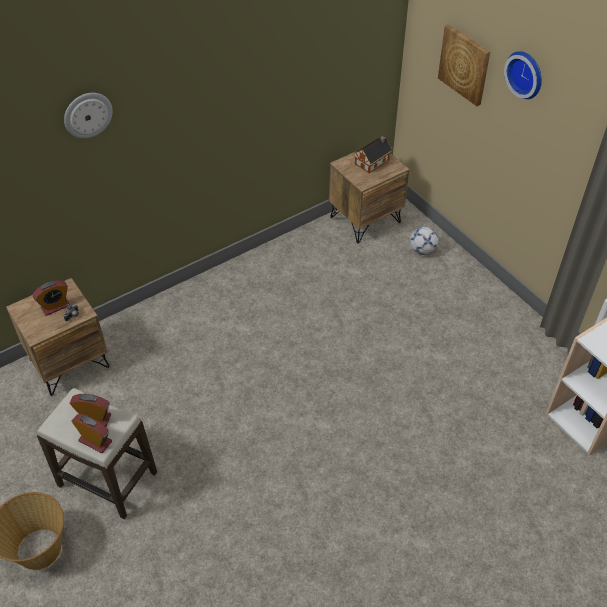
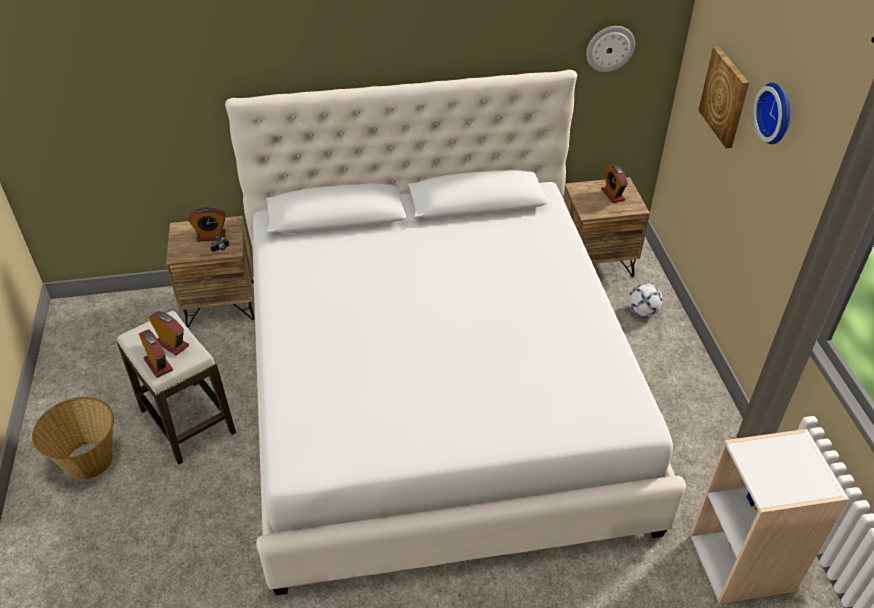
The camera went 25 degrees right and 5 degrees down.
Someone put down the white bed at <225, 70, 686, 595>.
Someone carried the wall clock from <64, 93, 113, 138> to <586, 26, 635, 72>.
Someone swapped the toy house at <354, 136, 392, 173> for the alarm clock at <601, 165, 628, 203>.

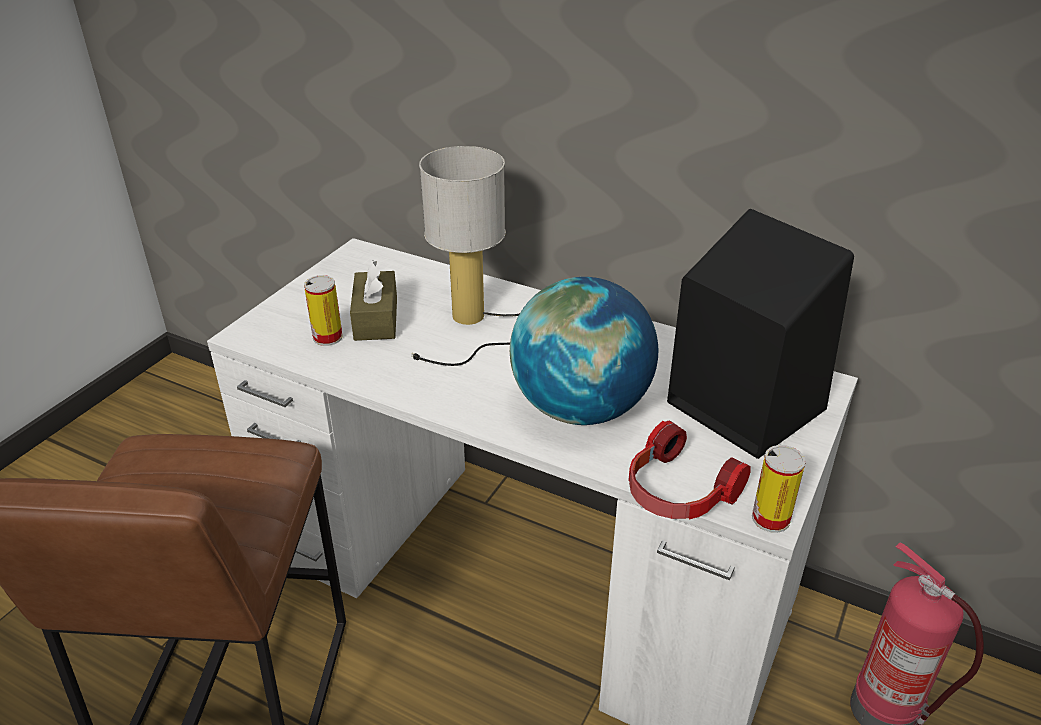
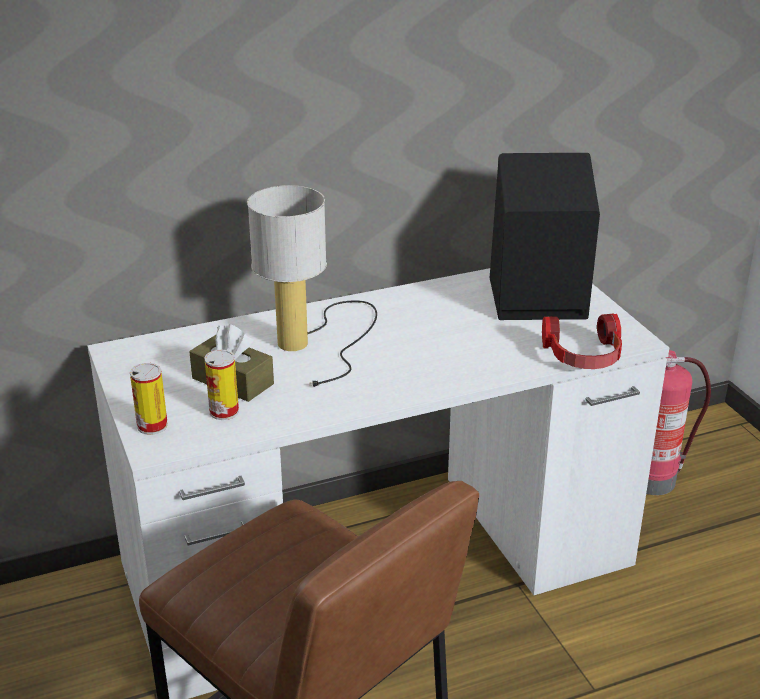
The camera went 50 degrees left and 5 degrees down.
Someone took away the globe at <510, 277, 658, 425>.
Someone carried the can from <752, 445, 806, 533> to <130, 363, 168, 435>.

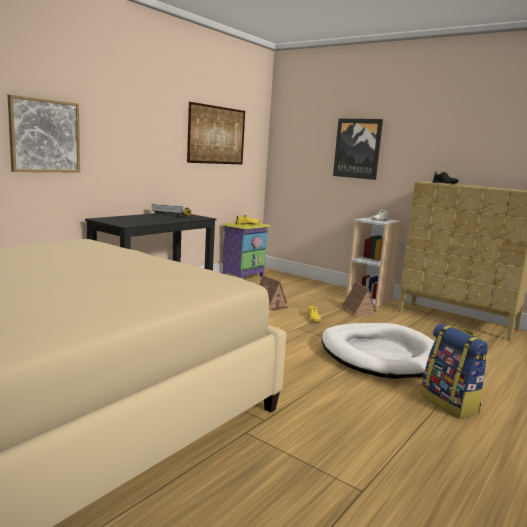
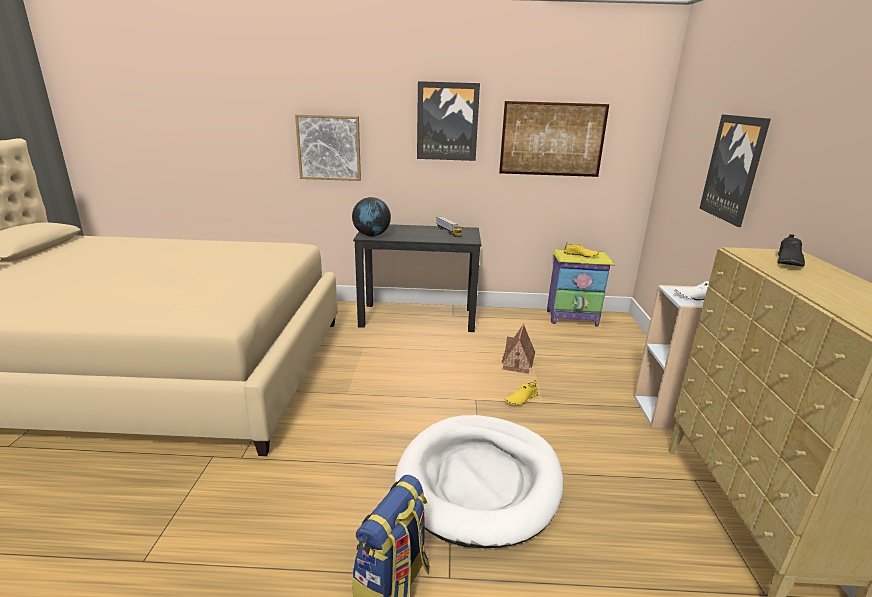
The camera went 55 degrees right and 10 degrees up.
Someone took away the toy house at <342, 282, 376, 316>.
Someone put down the globe at <352, 197, 391, 237>.
Someone put up the picture at <417, 81, 480, 161>.

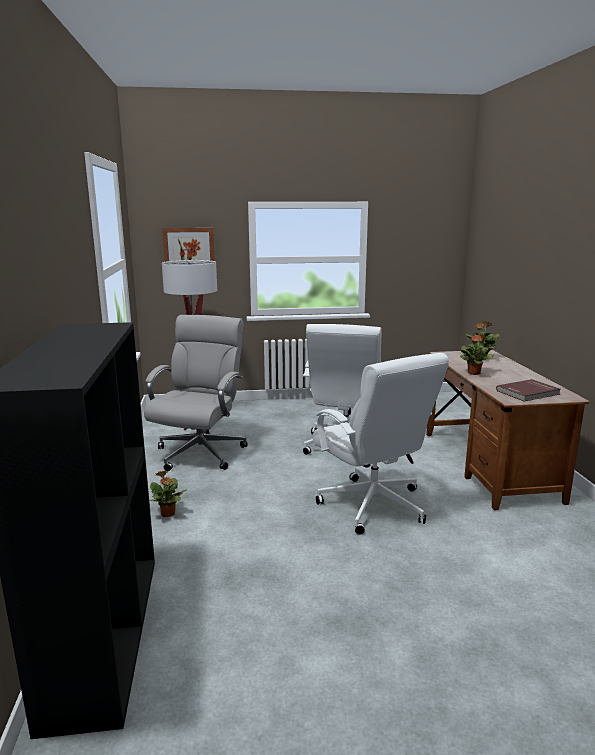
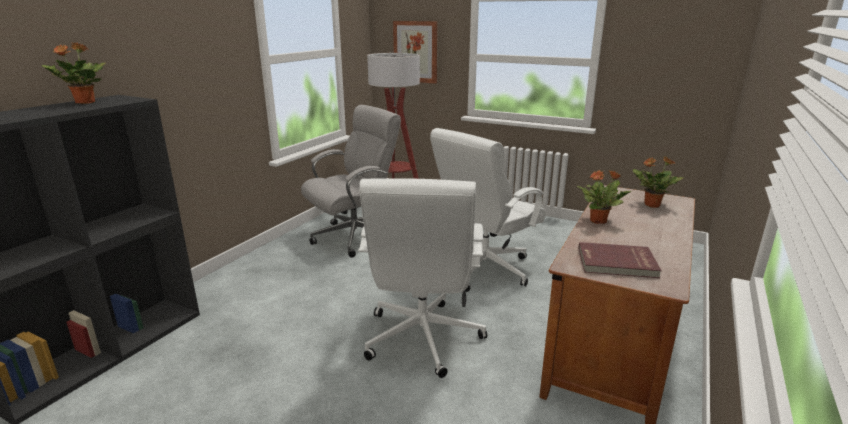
The camera went 35 degrees right and 5 degrees up.
Someone carried the potted plant from <150, 471, 187, 517> to <41, 43, 105, 104>.

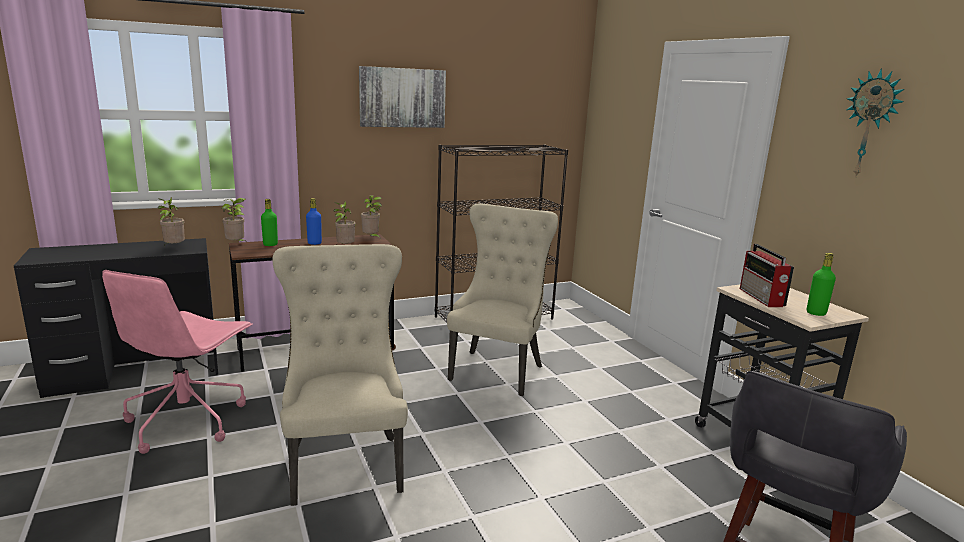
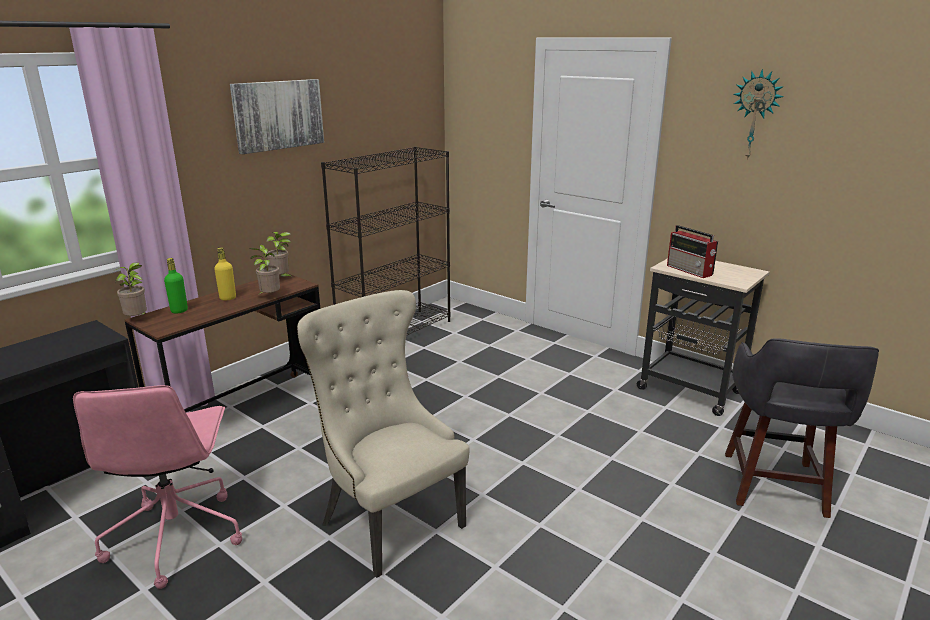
The camera went 25 degrees left and 5 degrees up.
Someone took away the potted plant at <158, 197, 185, 246>.
Someone took away the beige chair at <447, 204, 558, 396>.
Someone took away the green bottle at <807, 253, 836, 316>.
Someone repainted the blue bottle at <306, 198, 322, 245>, which became the yellow bottle at <214, 247, 236, 300>.

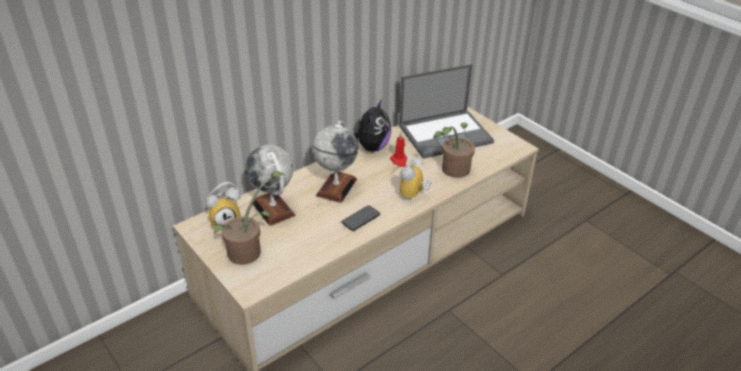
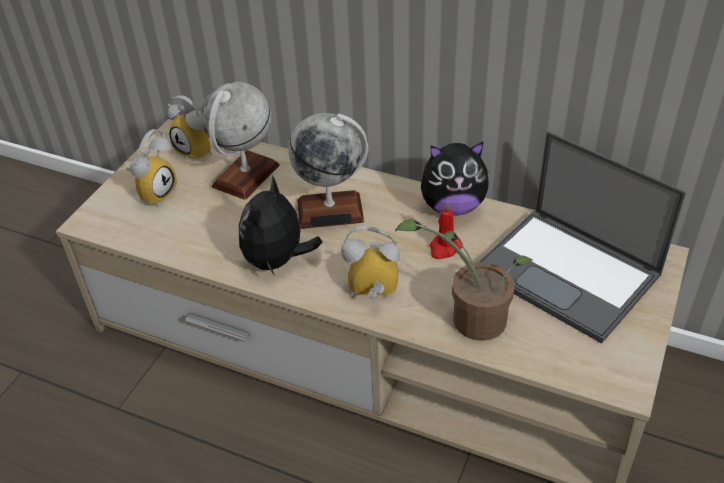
The camera went 65 degrees right and 5 degrees up.
Someone swapped the potted plant at <214, 171, 285, 265> for the alarm clock at <126, 129, 177, 206>.
Someone swapped the phone at <342, 205, 380, 231> for the plush toy at <239, 175, 323, 276>.

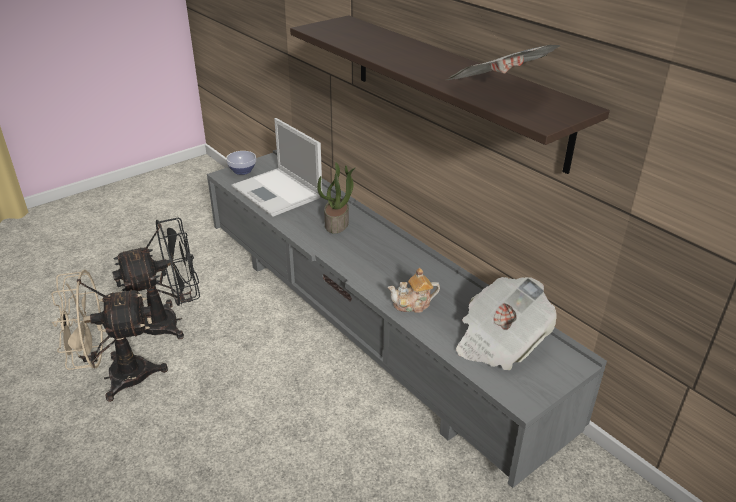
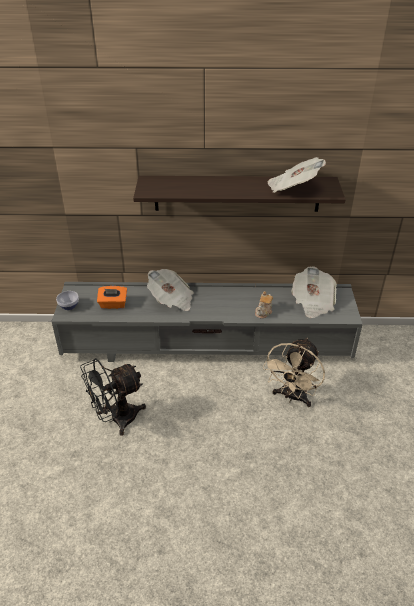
The camera went 50 degrees left and 5 degrees up.
Someone carried the beige fan from <51, 270, 168, 402> to <262, 338, 325, 407>.
Someone swapped the laptop at <231, 118, 322, 217> for the orange tissue box at <97, 286, 127, 309>.
Someone swapped the potted plant at <317, 162, 355, 234> for the newspaper at <147, 269, 193, 311>.
Someone rotated the black fan at <112, 218, 200, 339> by 135 degrees counterclockwise.

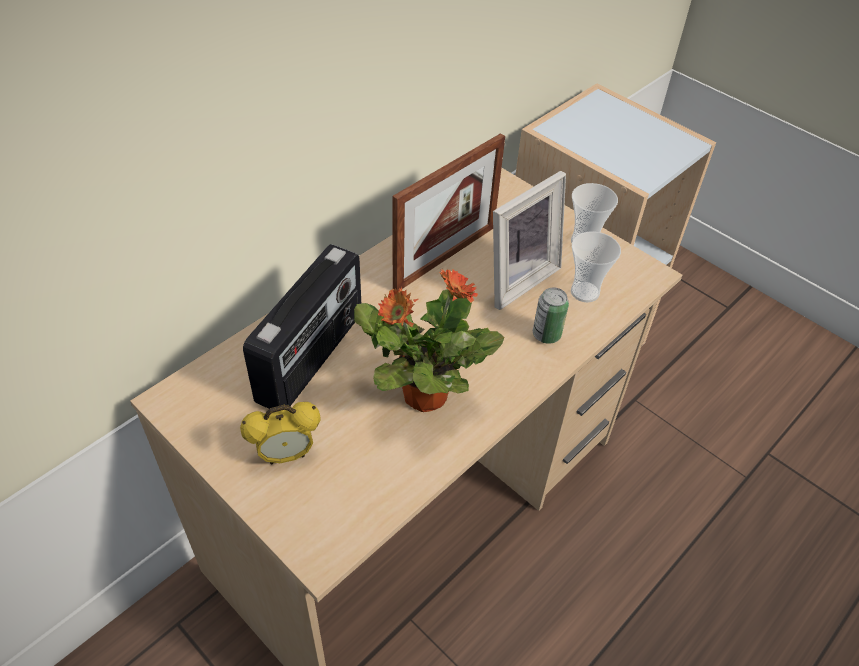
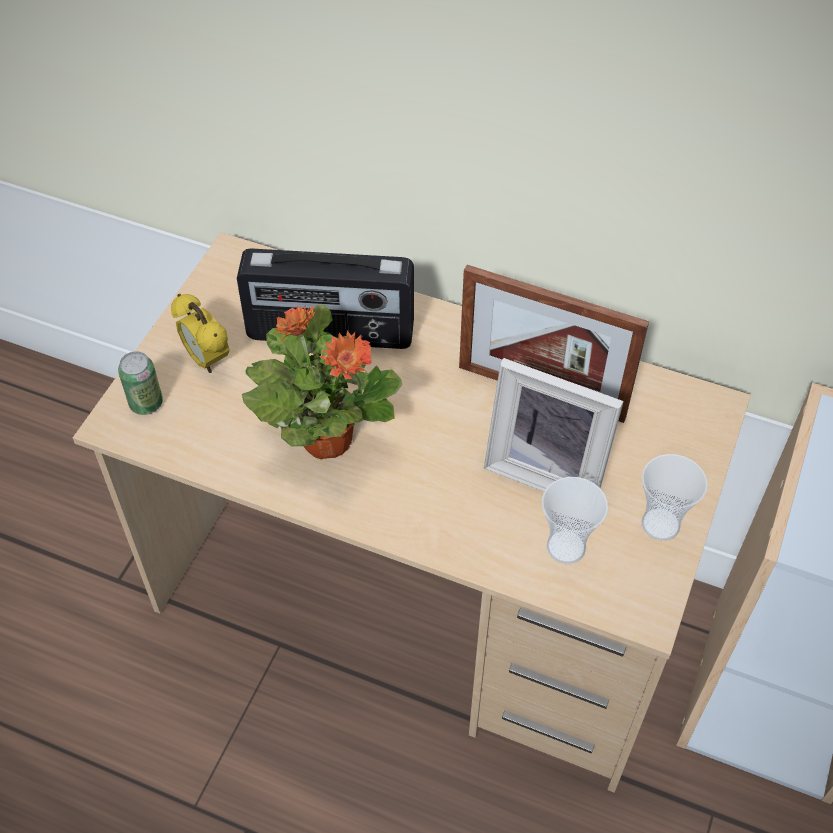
The camera went 70 degrees right and 5 degrees up.
Someone carried the can from <533, 287, 569, 344> to <118, 352, 163, 415>.

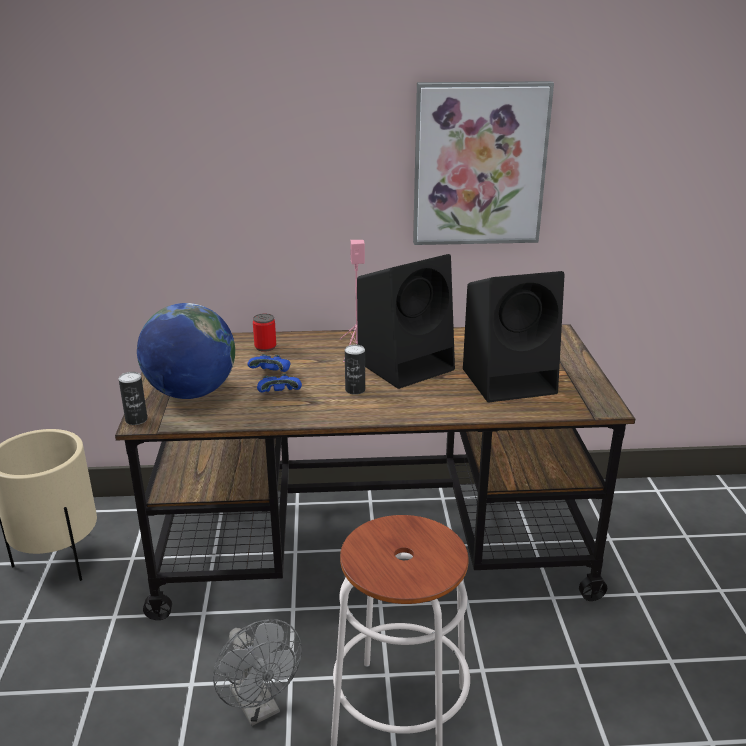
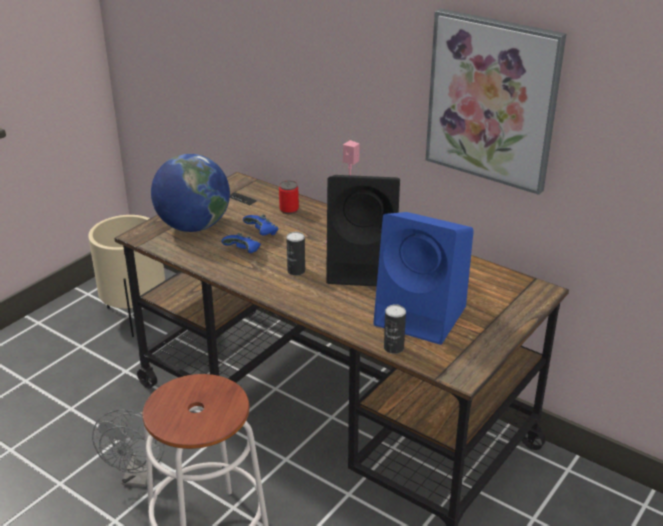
The camera went 40 degrees right and 5 degrees up.
Someone carried the can from <119, 372, 147, 425> to <384, 304, 406, 354>.
Someone repainted the black speaker at <463, 271, 565, 403>, which became the blue speaker at <373, 212, 474, 345>.

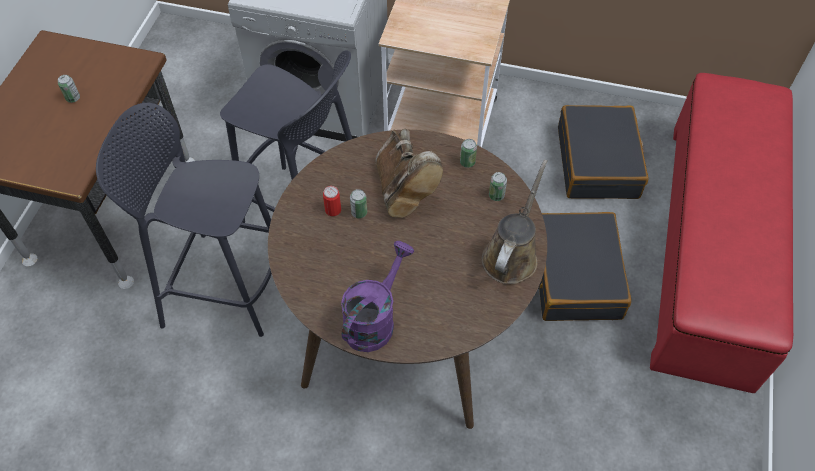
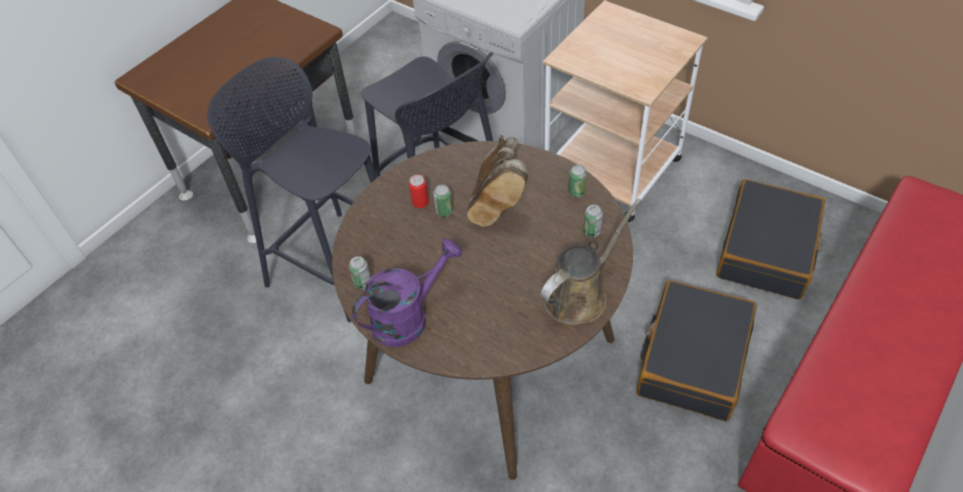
The camera went 25 degrees right and 5 degrees down.
Someone carried the can from <58, 75, 80, 103> to <349, 256, 371, 289>.

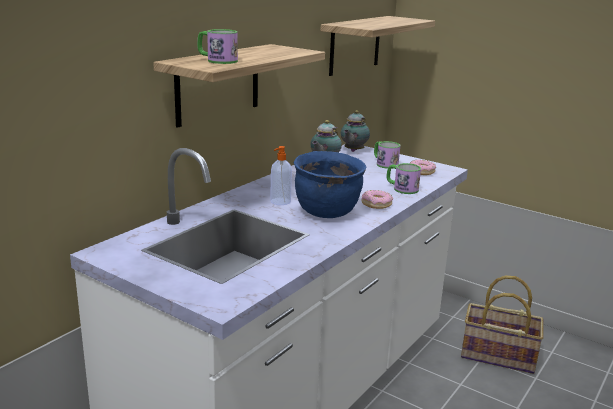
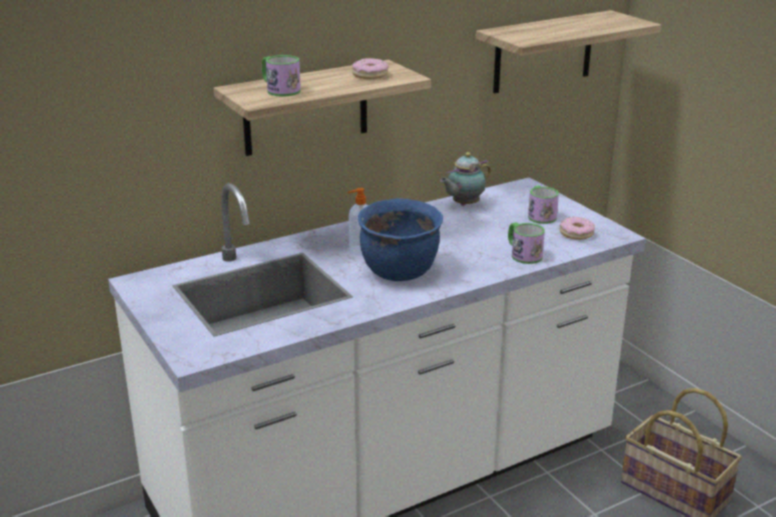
The camera went 25 degrees right and 5 degrees up.
Someone took away the teapot at <341, 110, 370, 152>.
Someone carried the donut from <361, 190, 393, 209> to <352, 58, 389, 79>.

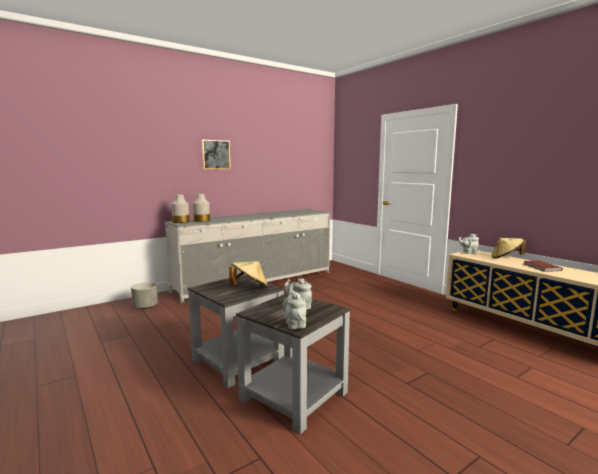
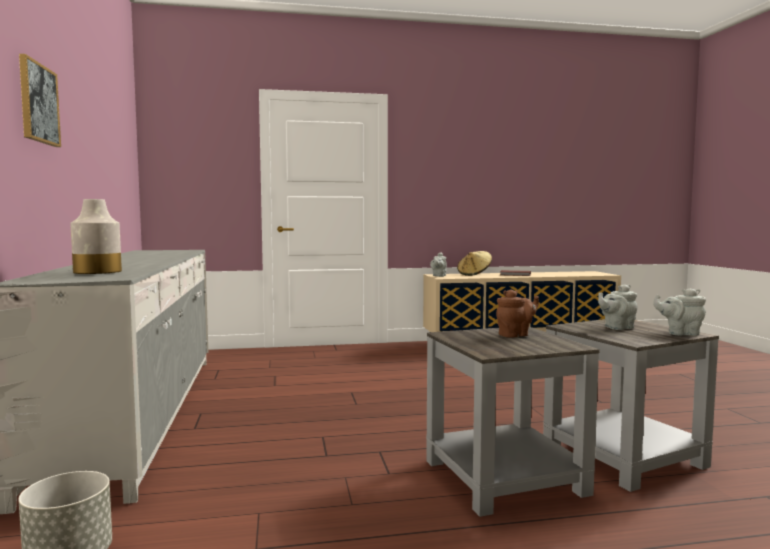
The camera went 65 degrees left and 5 degrees down.
Someone took away the beige vase at <171, 194, 190, 223>.
Someone swapped the beige hat at <229, 261, 268, 287> for the brown teapot at <496, 289, 539, 338>.

